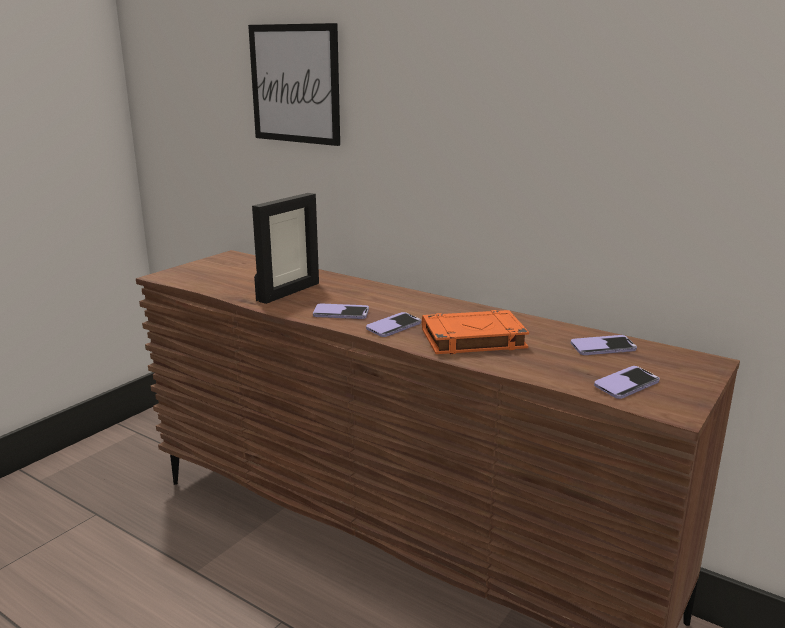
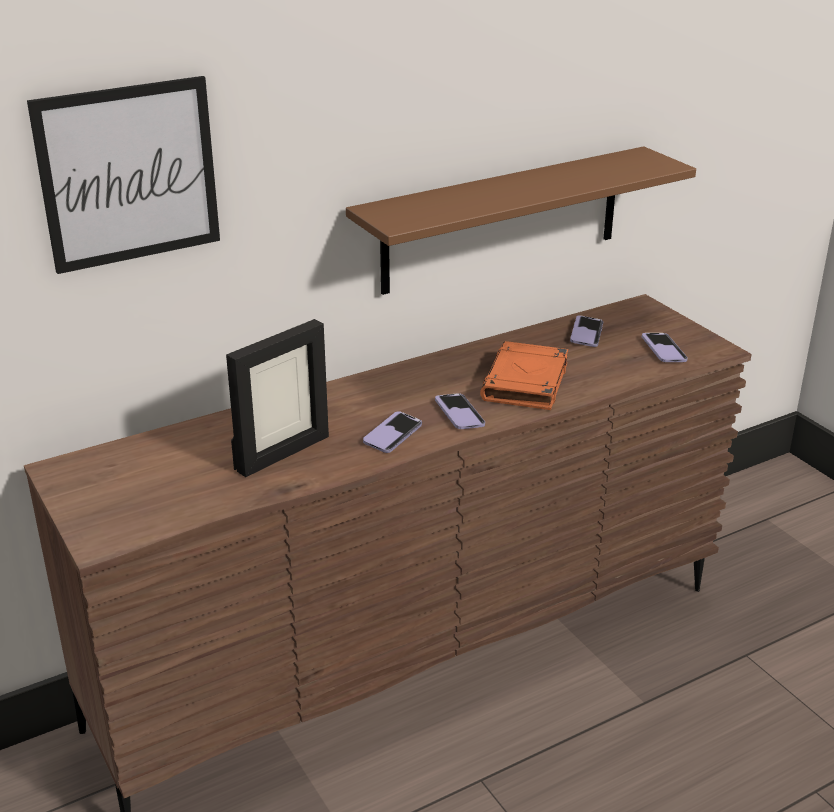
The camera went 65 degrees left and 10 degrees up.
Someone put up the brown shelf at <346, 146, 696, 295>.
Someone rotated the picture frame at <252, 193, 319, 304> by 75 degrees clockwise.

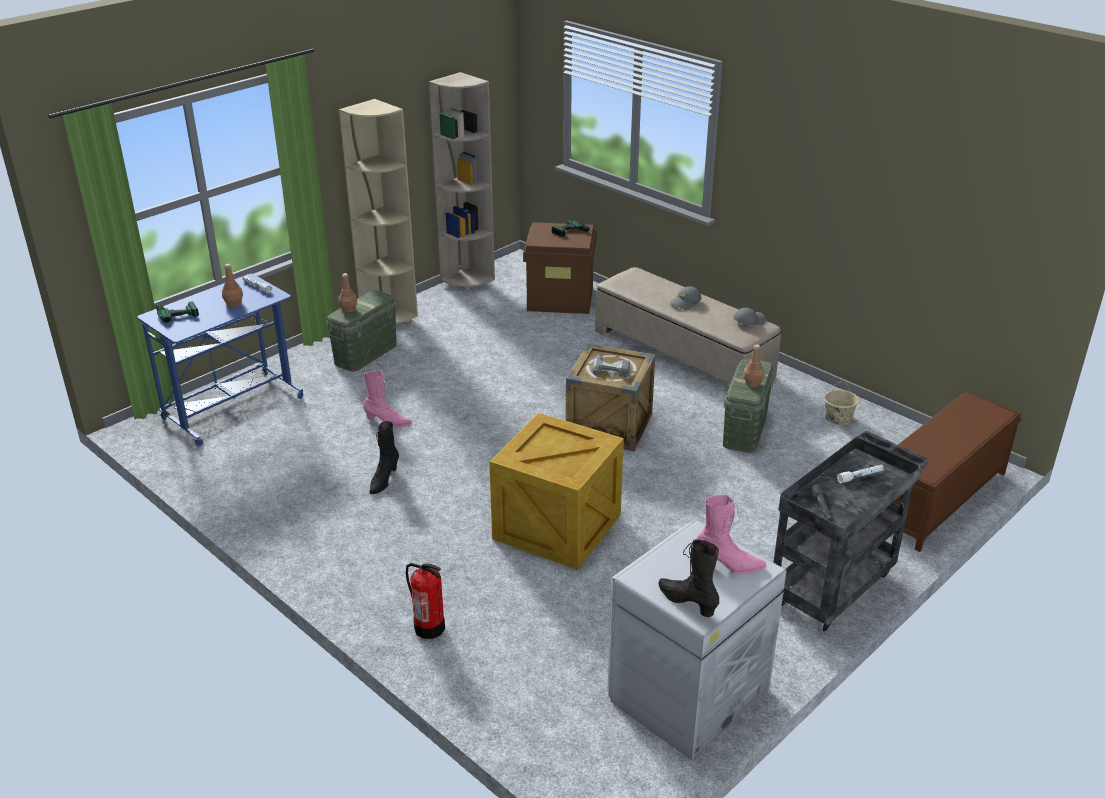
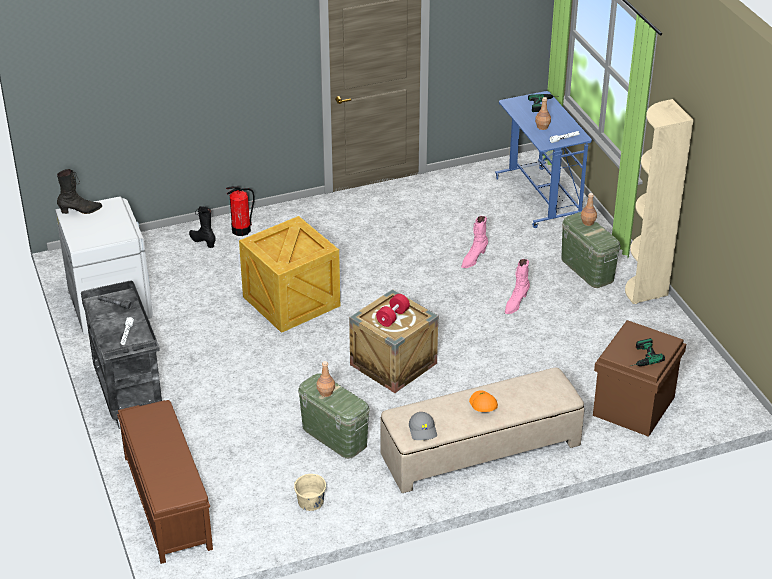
The camera went 115 degrees right and 5 degrees up.
Someone took away the beige bookcase at <429, 72, 495, 290>.
Someone carried the black boot from <369, 421, 399, 494> to <189, 206, 216, 248>.
Someone carried the pink boot from <695, 495, 766, 574> to <505, 259, 530, 314>.
Someone swapped the power drill at <592, 353, 630, 377> for the red dumbbell at <376, 294, 410, 327>.
Someone repainted the grey cap at <670, 286, 702, 310>, which became the orange cap at <469, 390, 498, 412>.

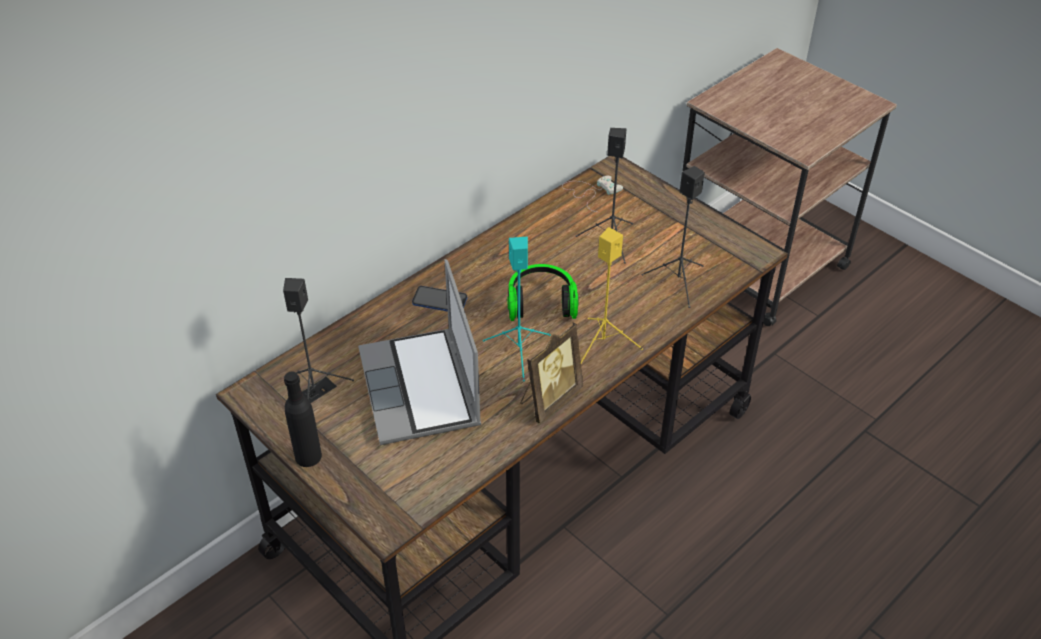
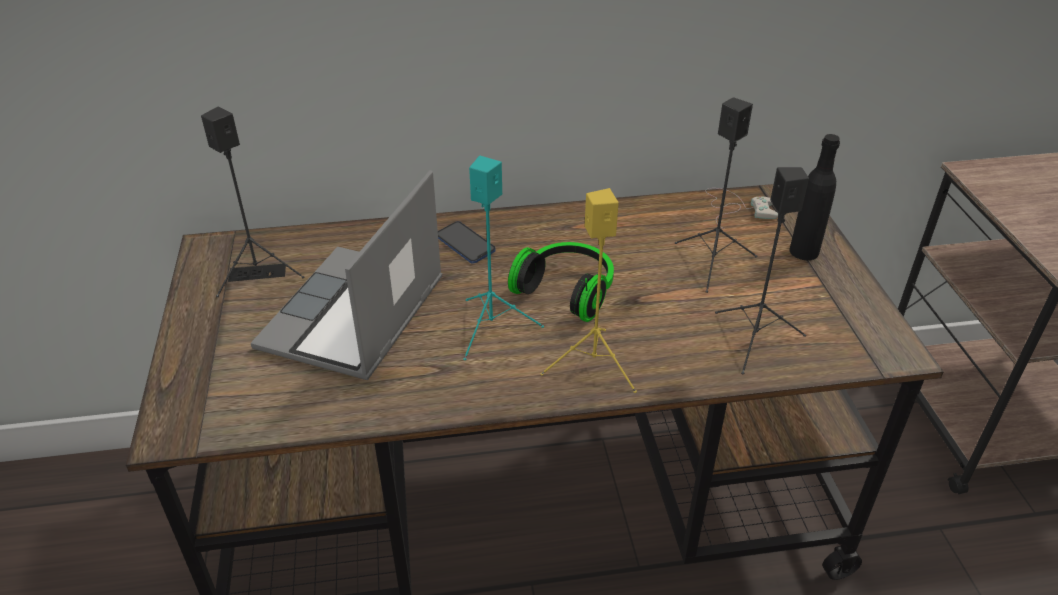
The camera went 35 degrees right and 5 degrees down.
Someone took away the picture frame at <520, 323, 583, 424>.
Someone carried the black bottle from <284, 371, 322, 467> to <789, 134, 840, 260>.

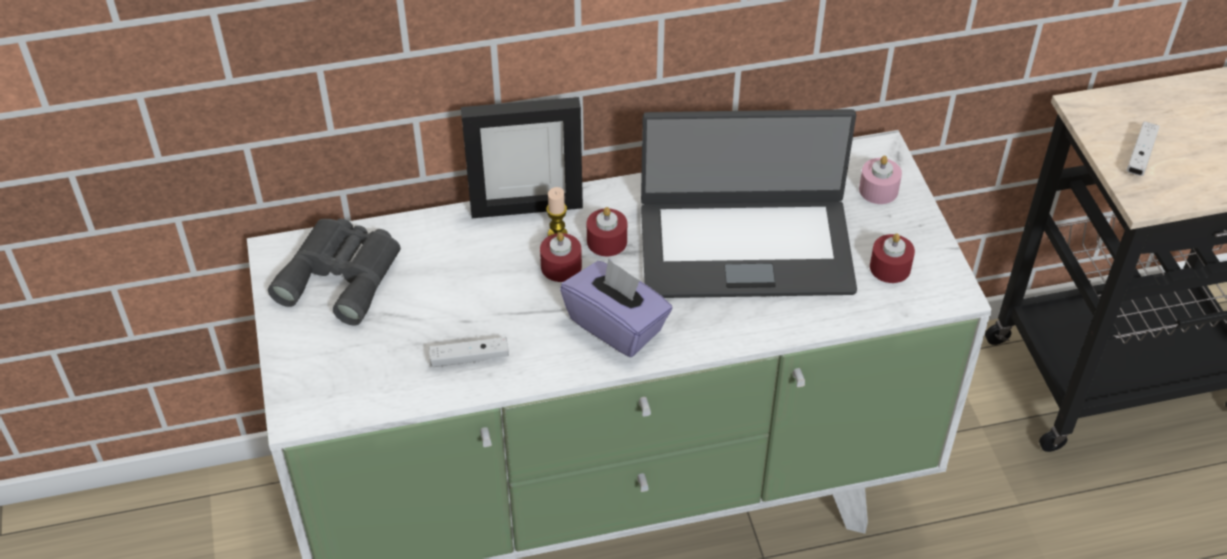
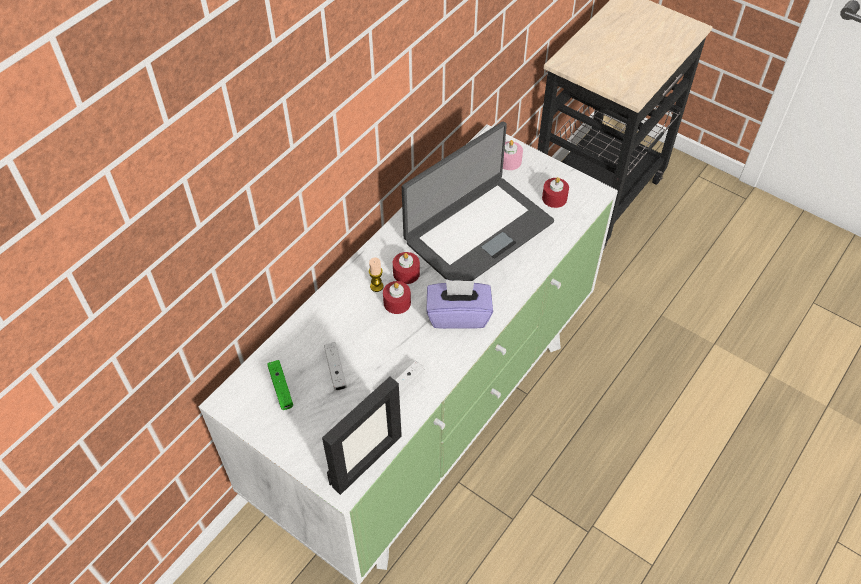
The camera went 40 degrees left and 5 degrees up.
Someone carried the picture frame from <461, 97, 583, 218> to <322, 377, 402, 495>.
Someone carried the white game controller from <1126, 121, 1160, 176> to <324, 342, 347, 391>.
Someone swapped the grey binoculars at <268, 218, 401, 325> for the green game controller at <267, 360, 293, 410>.

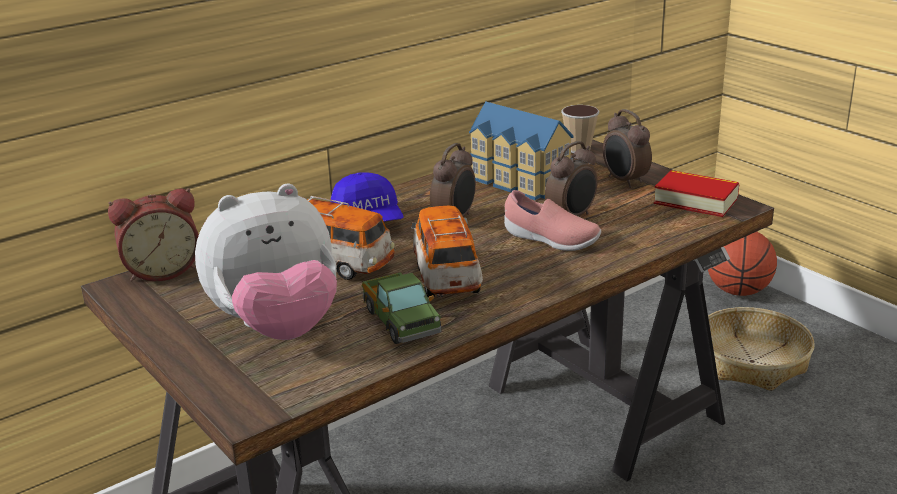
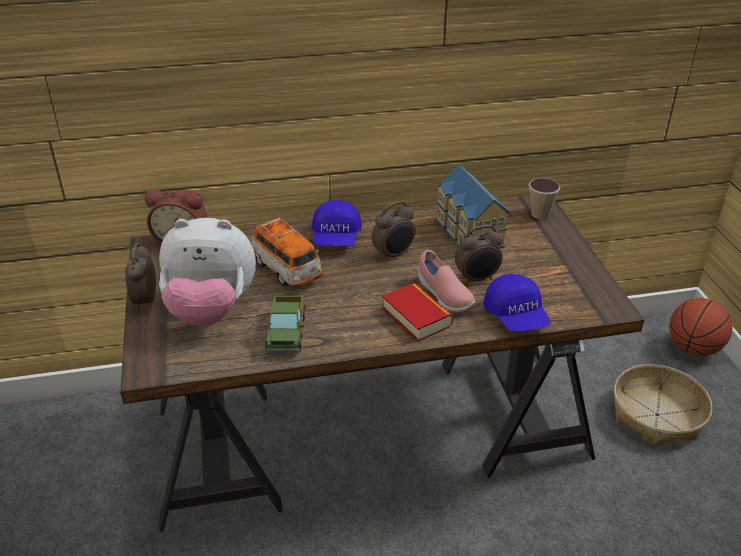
The camera went 25 degrees right and 10 degrees up.
Someone took away the toy car at <411, 206, 483, 298>.
Someone put down the blue cap at <483, 274, 550, 332>.
Someone carried the alarm clock from <603, 109, 652, 188> to <125, 243, 156, 310>.
Someone carried the book from <654, 170, 739, 217> to <382, 283, 453, 342>.

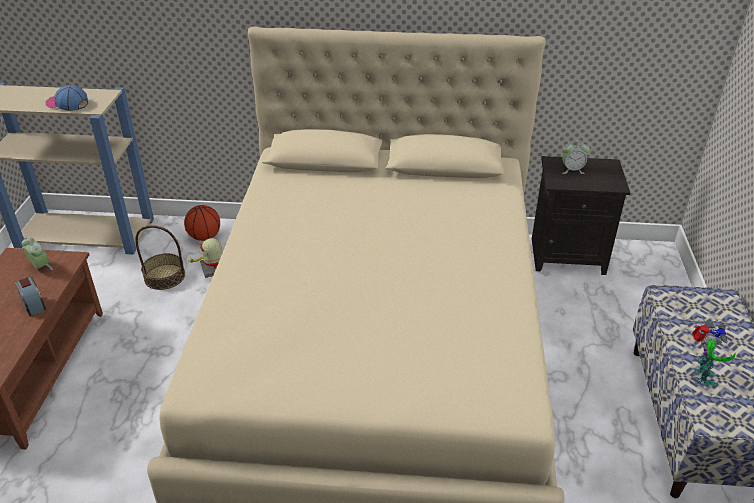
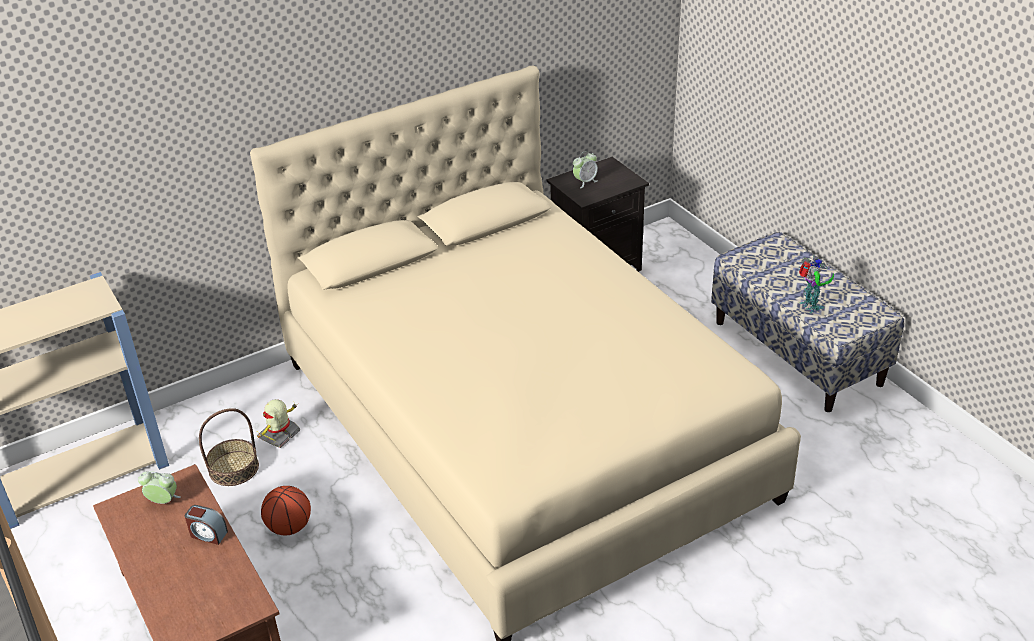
The camera went 35 degrees left and 0 degrees up.
Someone took away the cap at <46, 85, 88, 111>.
Someone carried the basketball from <184, 205, 220, 241> to <261, 486, 311, 535>.

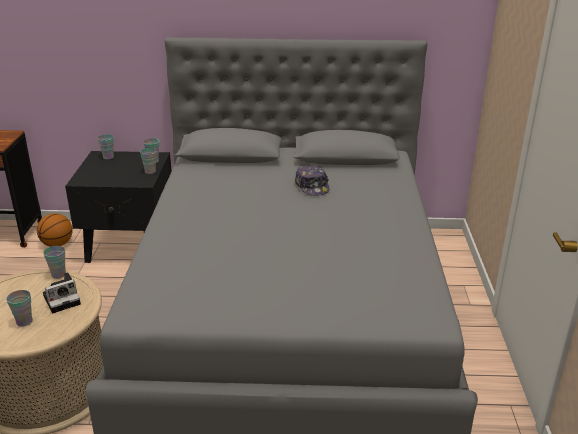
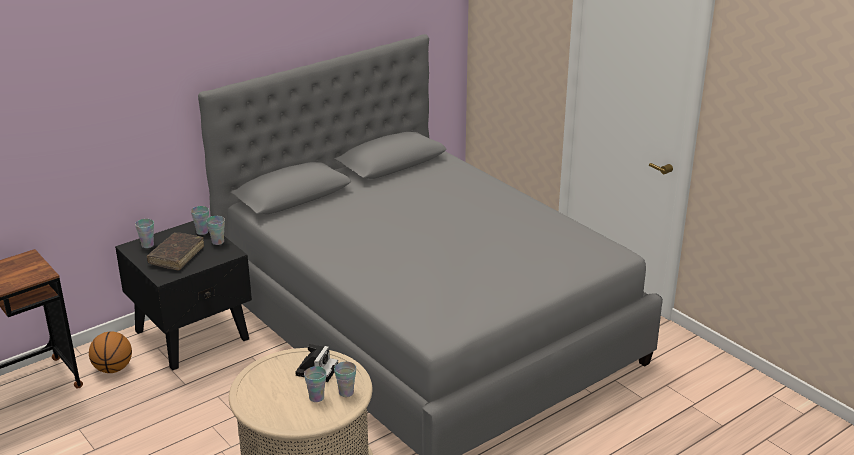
The camera went 40 degrees left and 0 degrees up.
Someone took away the cap at <295, 165, 330, 196>.
Someone put down the brown book at <147, 233, 204, 270>.
Someone carried the cup from <43, 246, 66, 279> to <334, 361, 356, 397>.

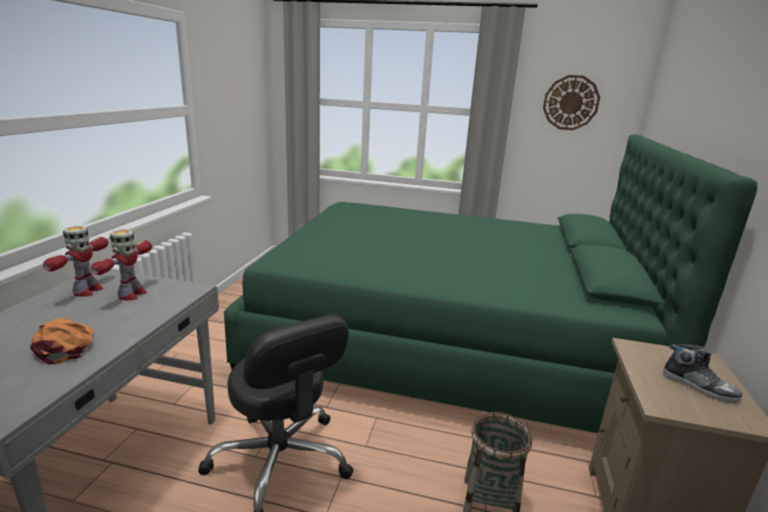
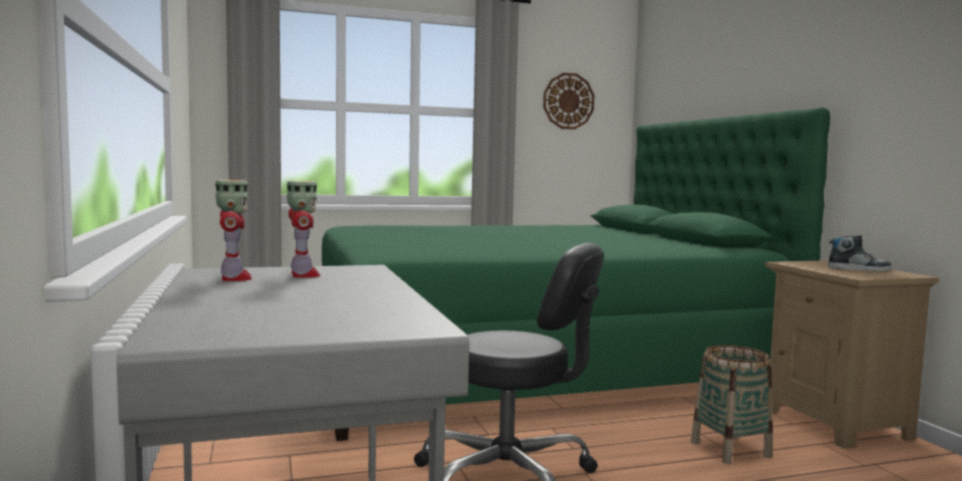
The camera went 30 degrees left and 15 degrees down.
Someone took away the orange cap at <30, 318, 93, 364>.

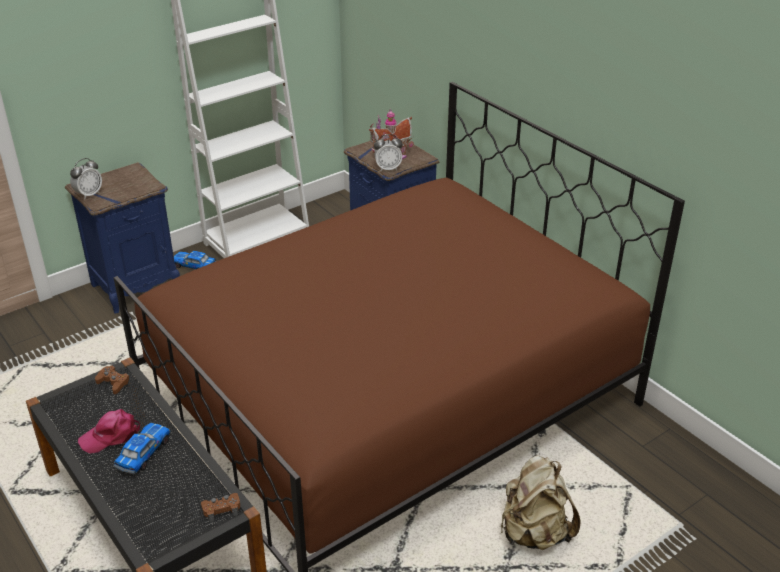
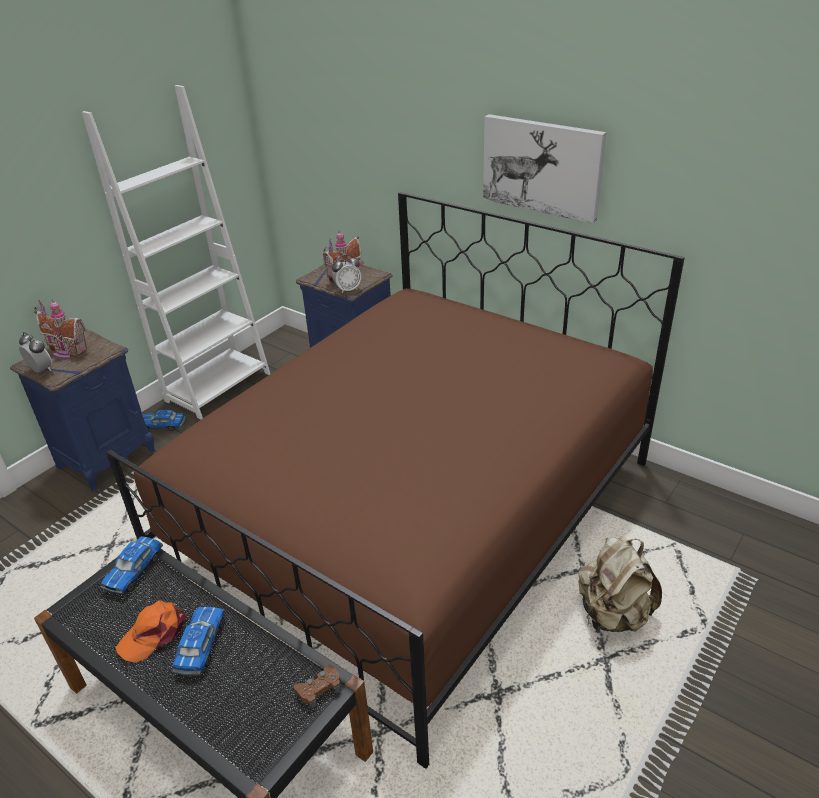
The camera went 15 degrees left and 0 degrees up.
Someone put down the toy house at <34, 299, 87, 359>.
Someone put up the picture at <483, 114, 607, 224>.
Someone swapped the brown game controller at <95, 366, 130, 394> for the toy car at <100, 536, 163, 594>.
Someone repainted the pink cap at <78, 409, 140, 454>, which became the orange cap at <116, 600, 186, 663>.
Someone rotated the alarm clock at <70, 158, 102, 199> by 75 degrees counterclockwise.

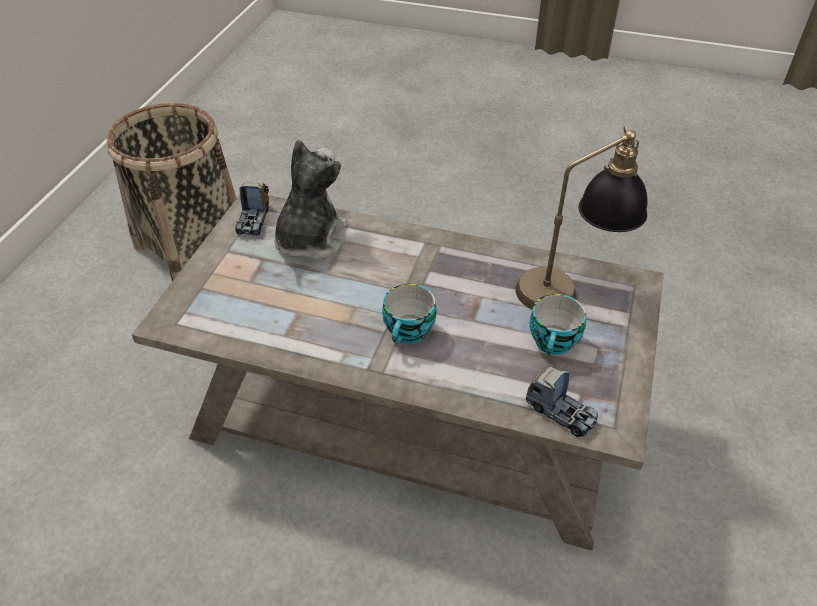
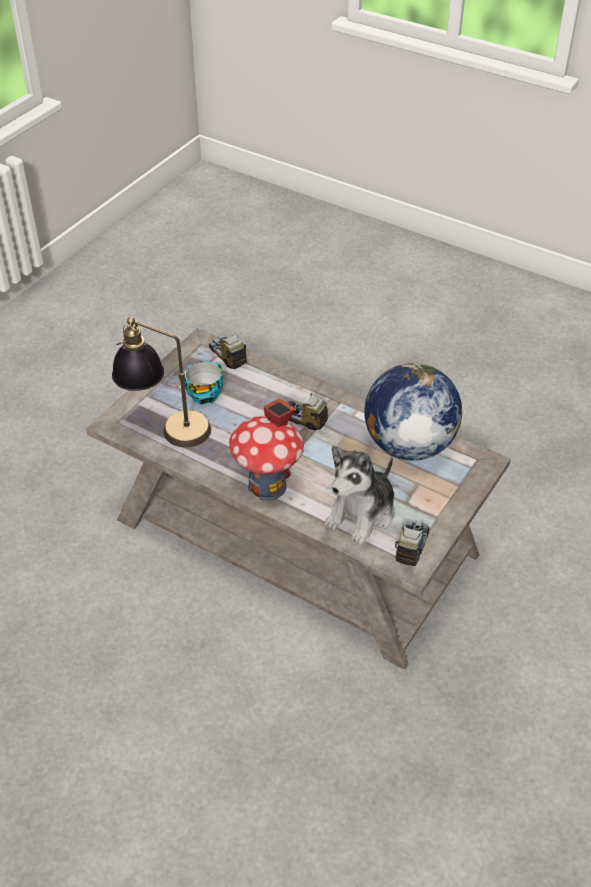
The camera went 165 degrees left and 0 degrees up.
Someone took away the basket at <106, 103, 237, 282>.
Someone put down the toy house at <229, 398, 304, 501>.
Someone put down the globe at <364, 363, 463, 460>.
Someone swapped the cup at <382, 284, 436, 344> for the toy truck at <287, 393, 328, 430>.

